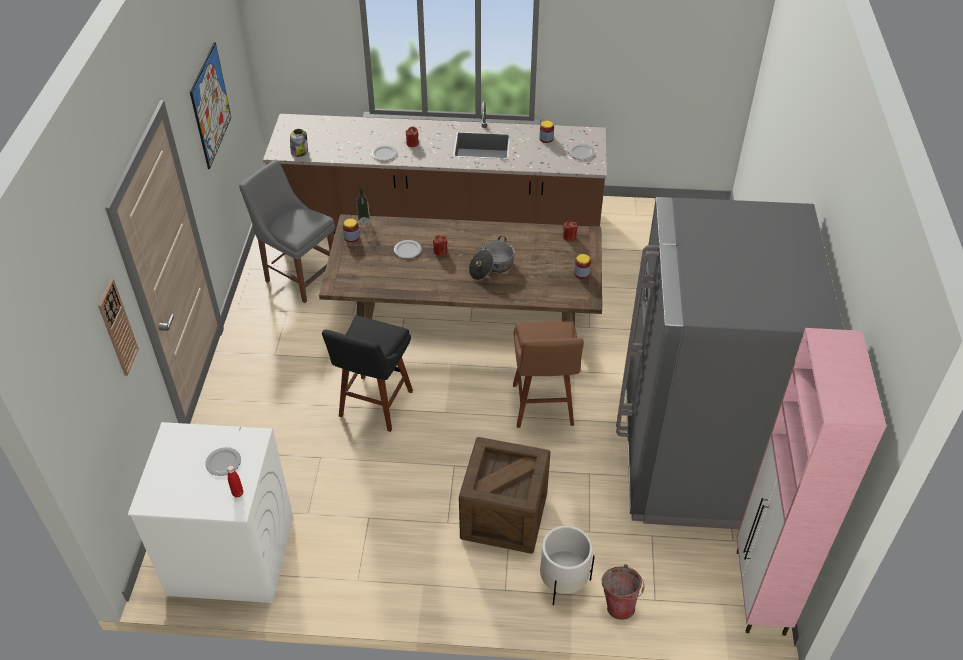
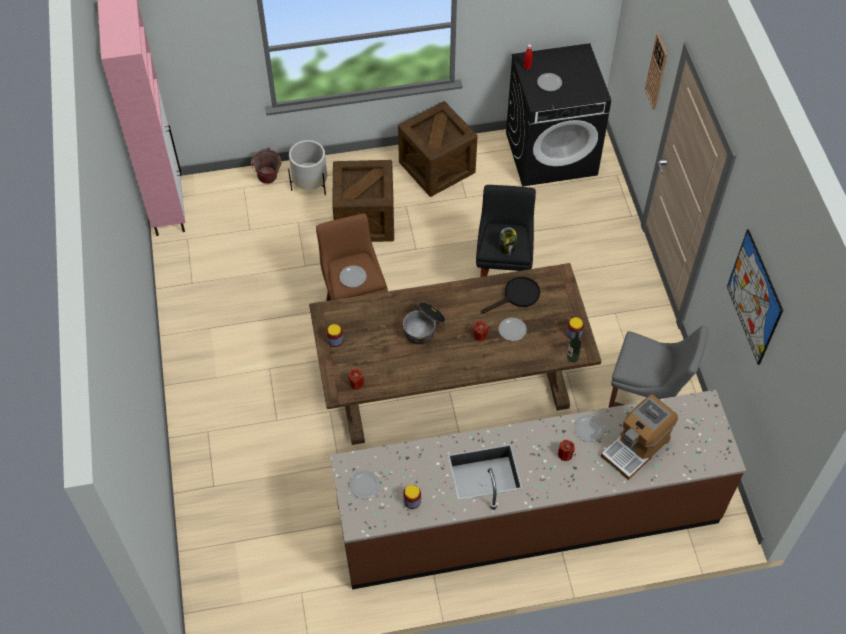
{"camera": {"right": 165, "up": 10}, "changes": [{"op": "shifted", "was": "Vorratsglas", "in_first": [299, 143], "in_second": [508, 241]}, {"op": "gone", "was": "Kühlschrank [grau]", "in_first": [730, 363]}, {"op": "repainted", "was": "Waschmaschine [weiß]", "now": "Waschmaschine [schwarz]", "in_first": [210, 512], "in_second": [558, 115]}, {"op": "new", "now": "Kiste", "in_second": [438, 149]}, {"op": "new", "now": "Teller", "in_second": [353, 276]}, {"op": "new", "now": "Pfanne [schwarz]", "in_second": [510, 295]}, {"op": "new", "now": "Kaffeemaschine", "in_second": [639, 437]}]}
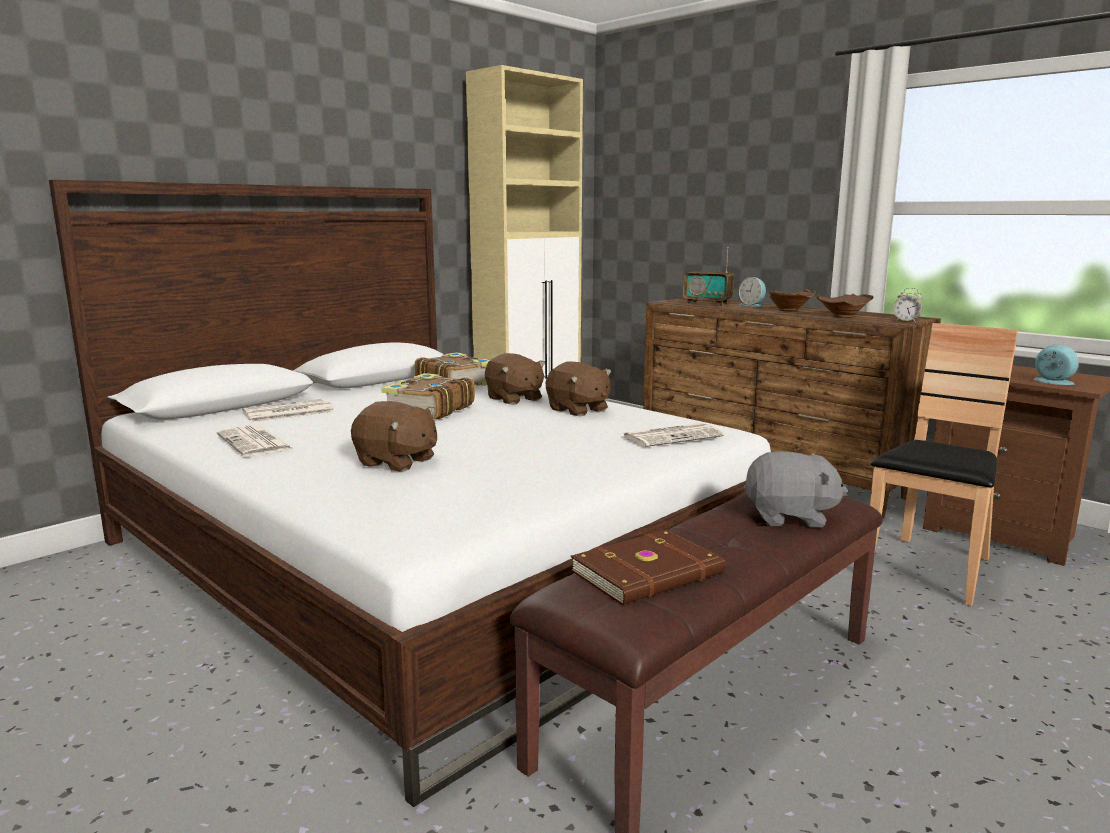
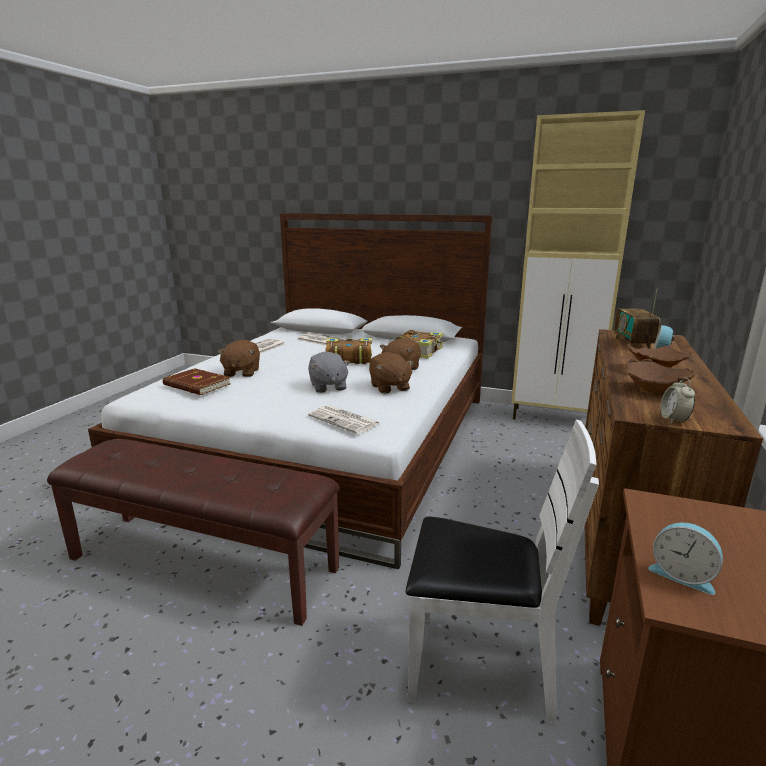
{"camera": {"right": 65, "up": 5}, "changes": [{"op": "repainted", "was": "Stuhl [braun]", "now": "Stuhl [weiß]", "in_first": [944, 464], "in_second": [502, 572]}, {"op": "rotated", "was": "Wecker", "in_first": [1056, 364], "in_second": [685, 558], "clockwise": 105}, {"op": "rotated", "was": "Plüschtier [braun]", "in_first": [579, 389], "in_second": [391, 373], "clockwise": -45}, {"op": "shifted", "was": "Plüschtier [grau]", "in_first": [795, 489], "in_second": [329, 372]}, {"op": "shifted", "was": "Buch [braun]", "in_first": [648, 567], "in_second": [197, 381]}]}
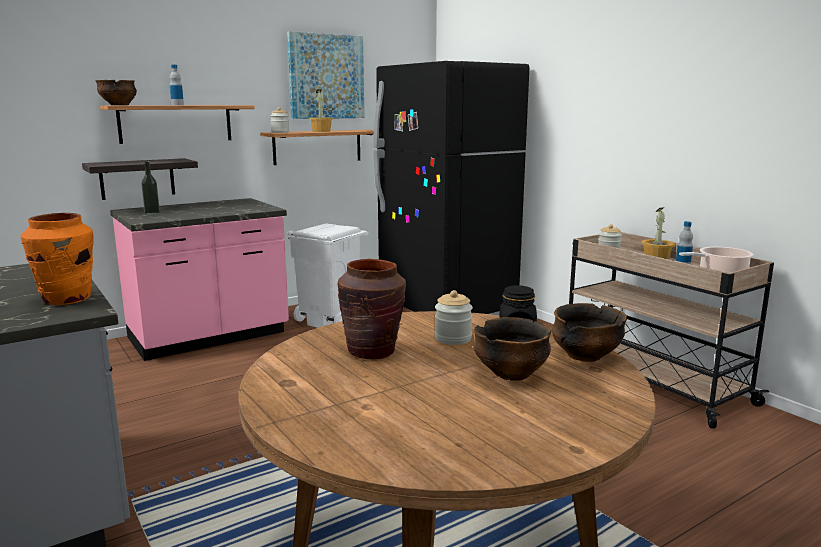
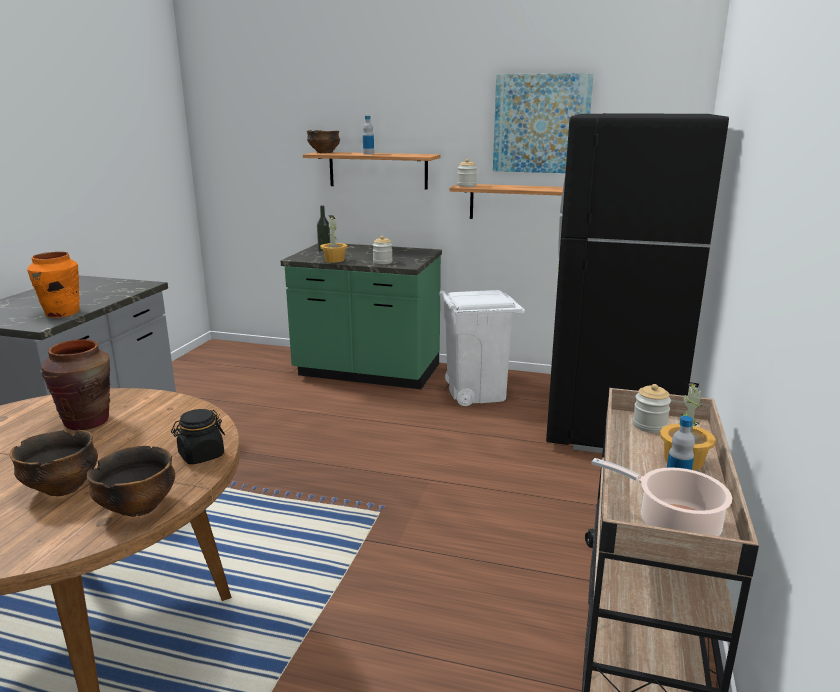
{"camera": {"right": 50, "up": 5}, "changes": [{"op": "shifted", "was": "Topfpflanze", "in_first": [321, 110], "in_second": [334, 239]}, {"op": "gone", "was": "Wandregal", "in_first": [140, 179]}, {"op": "repainted", "was": "Küchenzeile [rosa]", "now": "Küchenzeile [grün]", "in_first": [199, 279], "in_second": [361, 316]}, {"op": "shifted", "was": "Vorratsglas", "in_first": [454, 317], "in_second": [383, 250]}]}
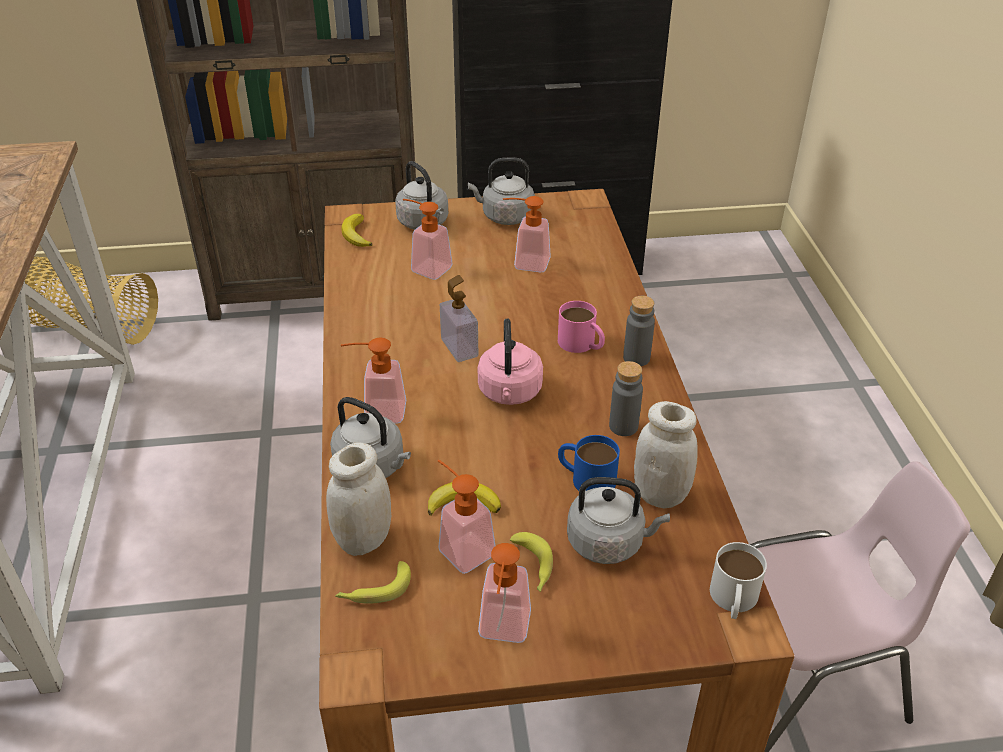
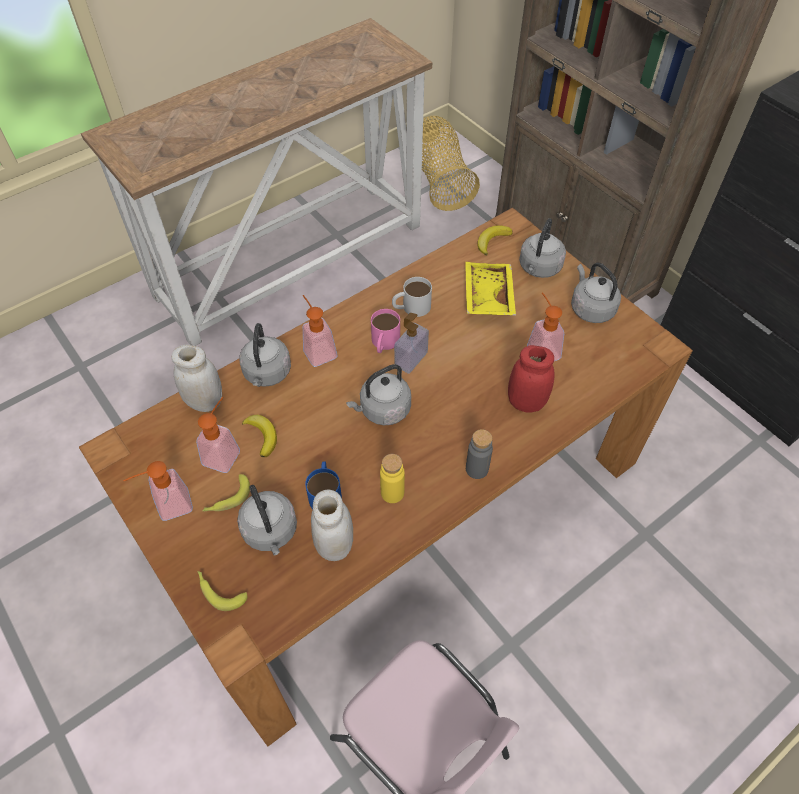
{"camera": {"right": 60, "up": 15}, "changes": [{"op": "swapped", "was": "Seifenspender", "now": "Tablett [gelb]", "in_first": [428, 239], "in_second": [490, 289]}, {"op": "shifted", "was": "Henkelbecher [rosa]", "in_first": [581, 327], "in_second": [385, 331]}, {"op": "repainted", "was": "Wasserkessel [rosa]", "now": "Wasserkessel [grau]", "in_first": [510, 362], "in_second": [378, 394]}, {"op": "repainted", "was": "Flasche [grau]", "now": "Flasche [gelb]", "in_first": [626, 398], "in_second": [392, 478]}, {"op": "shifted", "was": "Henkelbecher [weiß]", "in_first": [738, 580], "in_second": [412, 297]}, {"op": "shifted", "was": "Banane", "in_first": [373, 582], "in_second": [222, 591]}, {"op": "new", "now": "Vorratsglas [rot]", "in_second": [531, 379]}]}
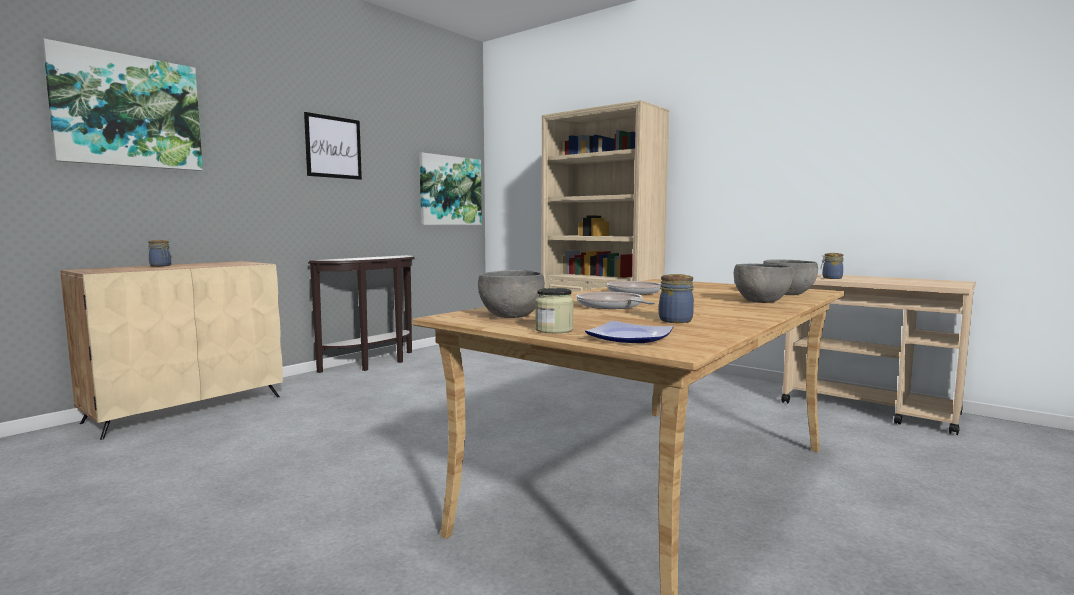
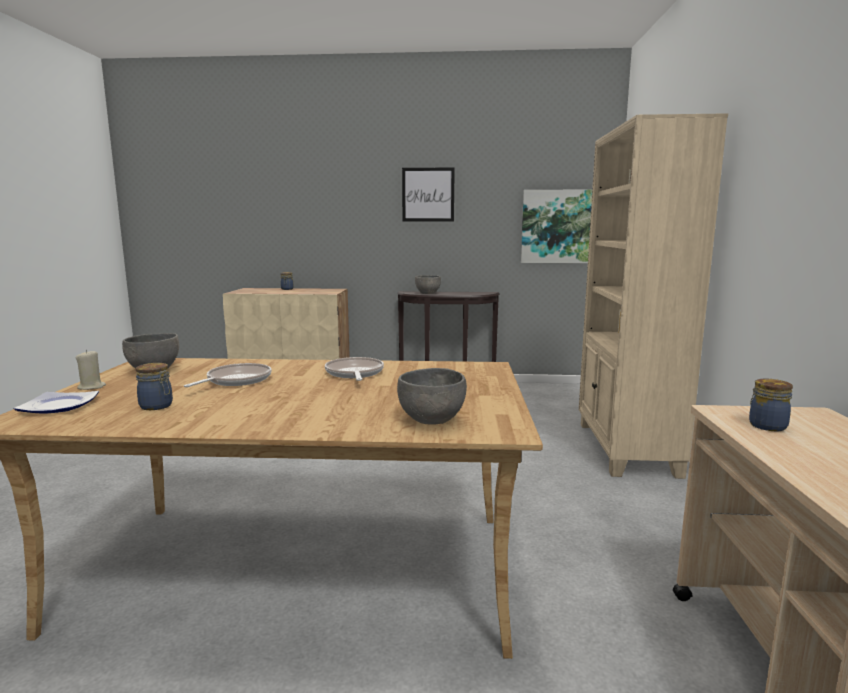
{"camera": {"right": 55, "up": 5}, "changes": [{"op": "gone", "was": "Bild", "in_first": [122, 105]}, {"op": "shifted", "was": "Schüssel [grau]", "in_first": [763, 283], "in_second": [428, 284]}, {"op": "swapped", "was": "Vorratsglas", "now": "Kerze [beige]", "in_first": [554, 310], "in_second": [91, 370]}]}
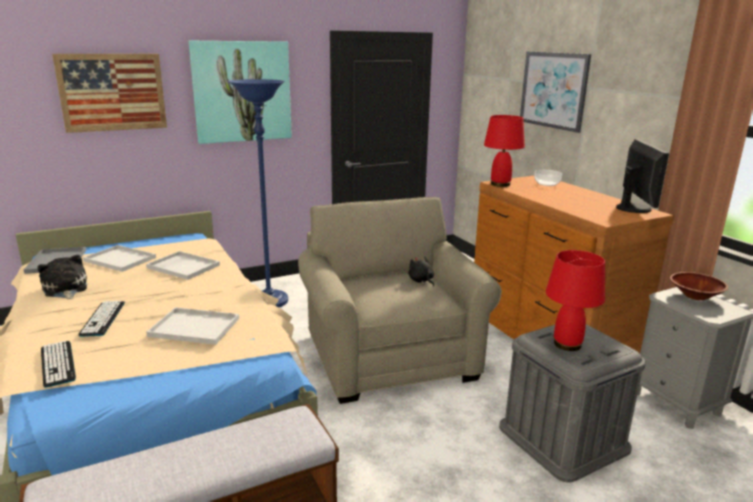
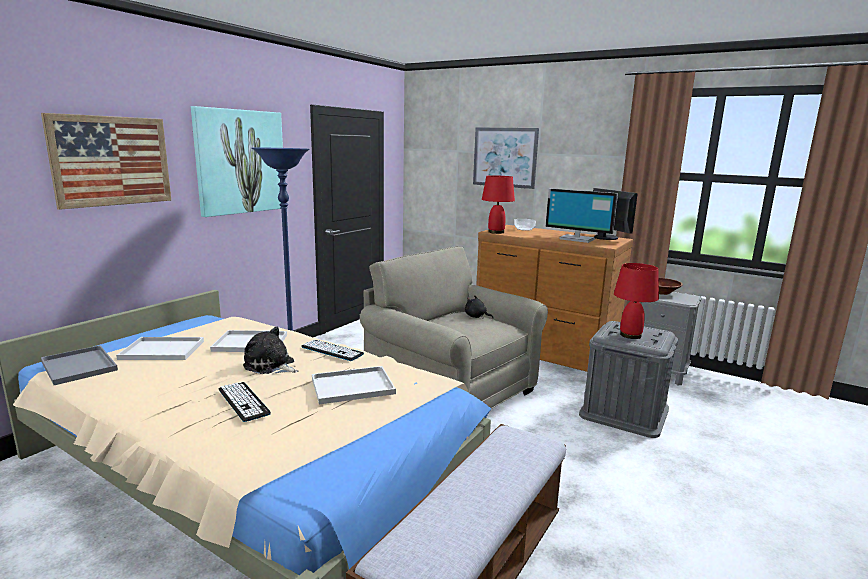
{"camera": {"right": -30, "up": -5}, "changes": [{"op": "shifted", "was": "Plüschtier", "in_first": [62, 276], "in_second": [270, 350]}, {"op": "shifted", "was": "Tastatur", "in_first": [58, 364], "in_second": [332, 350]}, {"op": "new", "now": "Monitor", "in_second": [582, 215]}]}
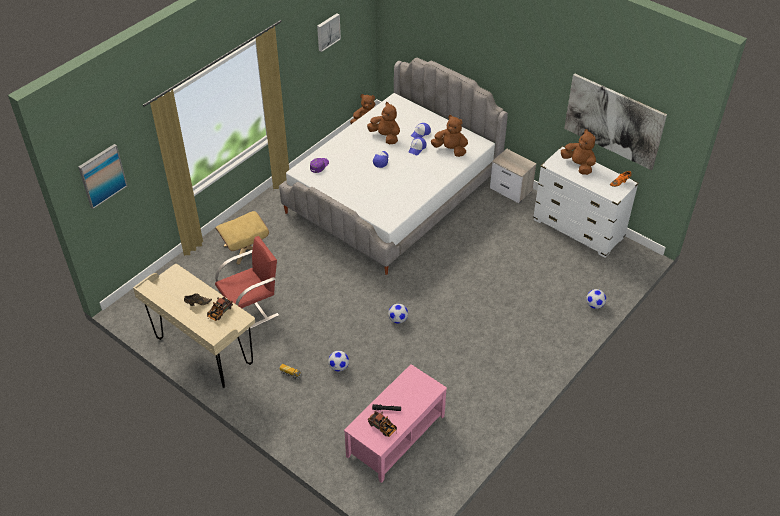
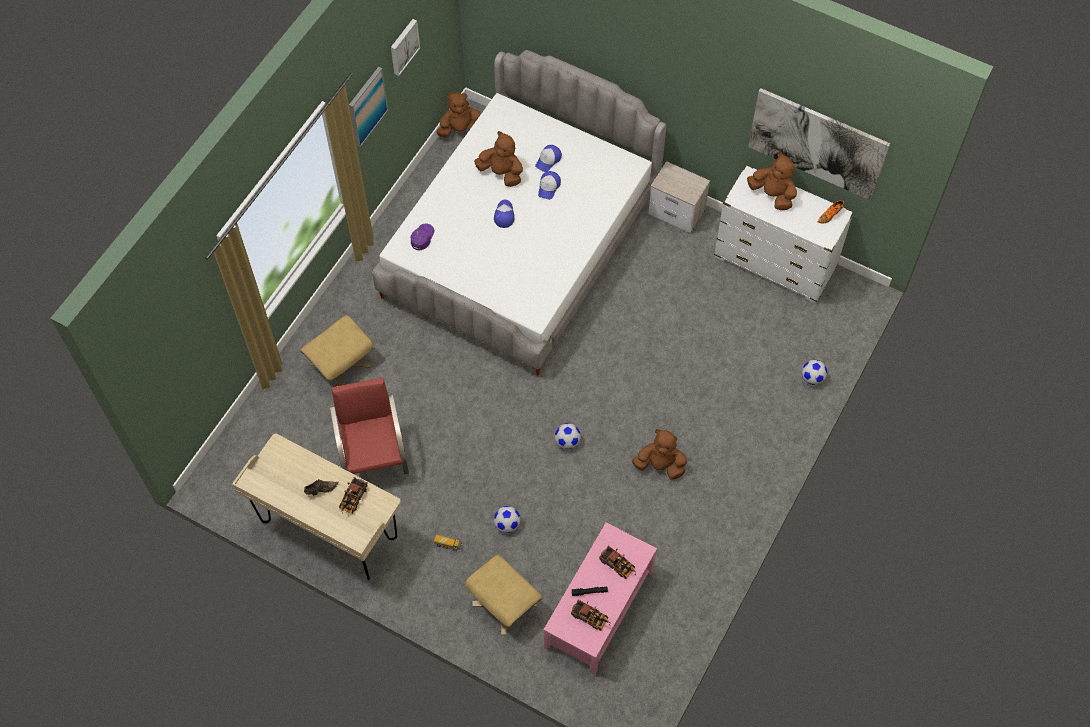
{"camera": {"right": -10, "up": 15}, "changes": [{"op": "shifted", "was": "Plüschtier [braun]", "in_first": [449, 136], "in_second": [659, 454]}, {"op": "shifted", "was": "Bild", "in_first": [102, 176], "in_second": [368, 107]}, {"op": "rotated", "was": "Stuhl [rot]", "in_first": [247, 283], "in_second": [369, 426], "clockwise": -60}, {"op": "new", "now": "Spielzeuglaster", "in_second": [617, 562]}, {"op": "new", "now": "Polsterhocker [beige]", "in_second": [503, 595]}]}
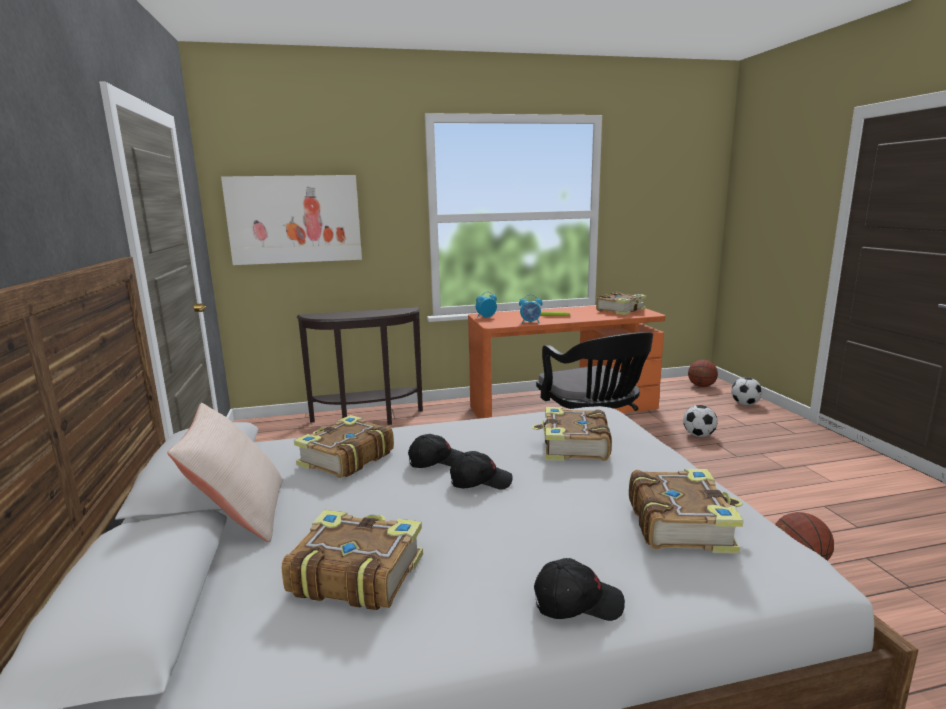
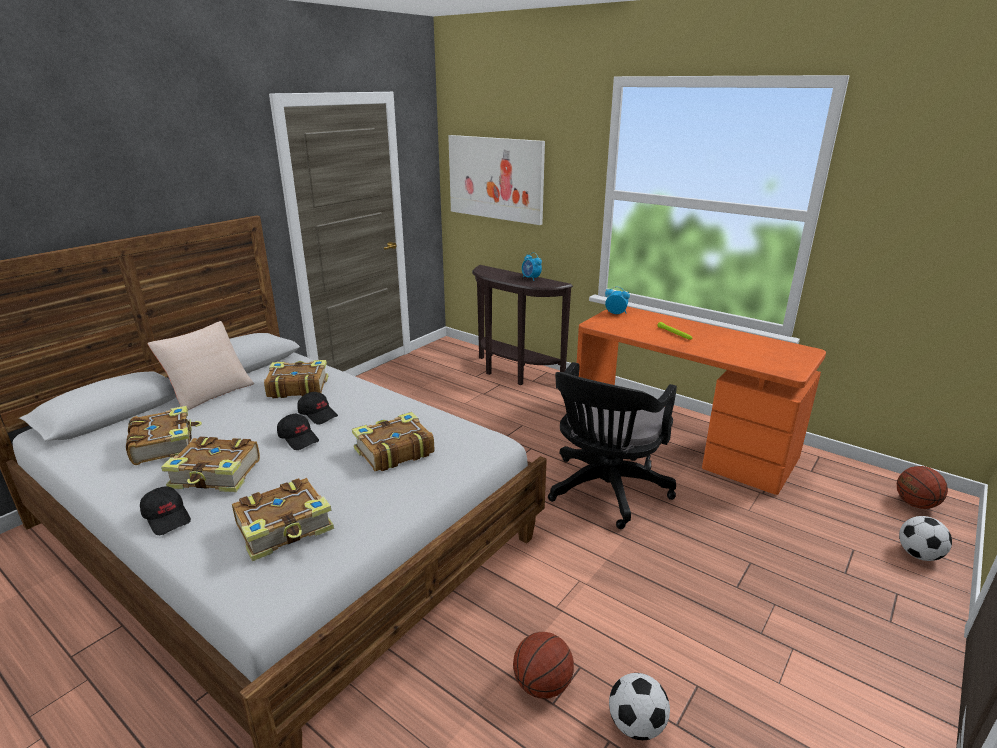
{"camera": {"right": 50, "up": 10}, "changes": [{"op": "shifted", "was": "Buch", "in_first": [621, 303], "in_second": [210, 464]}, {"op": "shifted", "was": "Wecker", "in_first": [531, 308], "in_second": [532, 266]}, {"op": "shifted", "was": "Fußball", "in_first": [700, 421], "in_second": [639, 706]}]}
